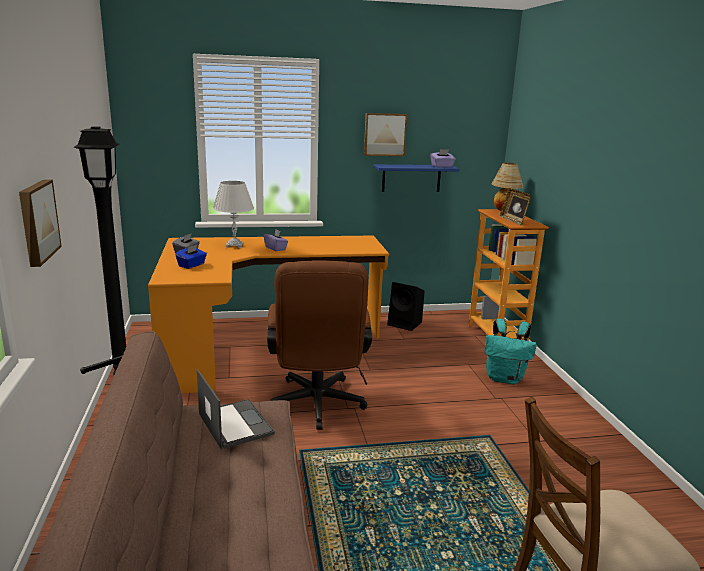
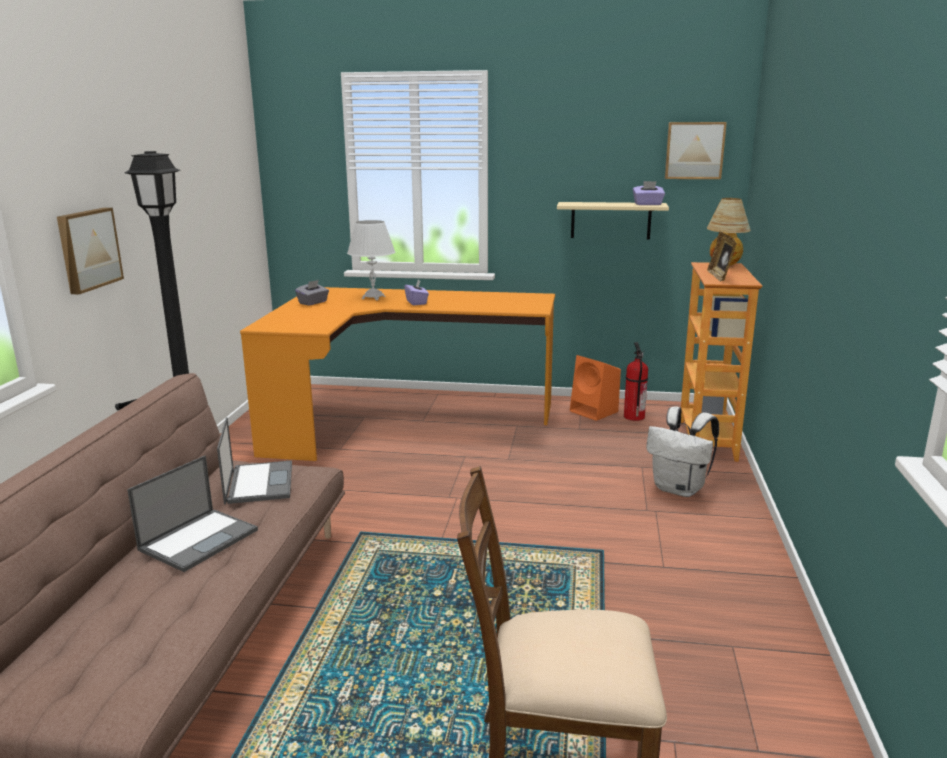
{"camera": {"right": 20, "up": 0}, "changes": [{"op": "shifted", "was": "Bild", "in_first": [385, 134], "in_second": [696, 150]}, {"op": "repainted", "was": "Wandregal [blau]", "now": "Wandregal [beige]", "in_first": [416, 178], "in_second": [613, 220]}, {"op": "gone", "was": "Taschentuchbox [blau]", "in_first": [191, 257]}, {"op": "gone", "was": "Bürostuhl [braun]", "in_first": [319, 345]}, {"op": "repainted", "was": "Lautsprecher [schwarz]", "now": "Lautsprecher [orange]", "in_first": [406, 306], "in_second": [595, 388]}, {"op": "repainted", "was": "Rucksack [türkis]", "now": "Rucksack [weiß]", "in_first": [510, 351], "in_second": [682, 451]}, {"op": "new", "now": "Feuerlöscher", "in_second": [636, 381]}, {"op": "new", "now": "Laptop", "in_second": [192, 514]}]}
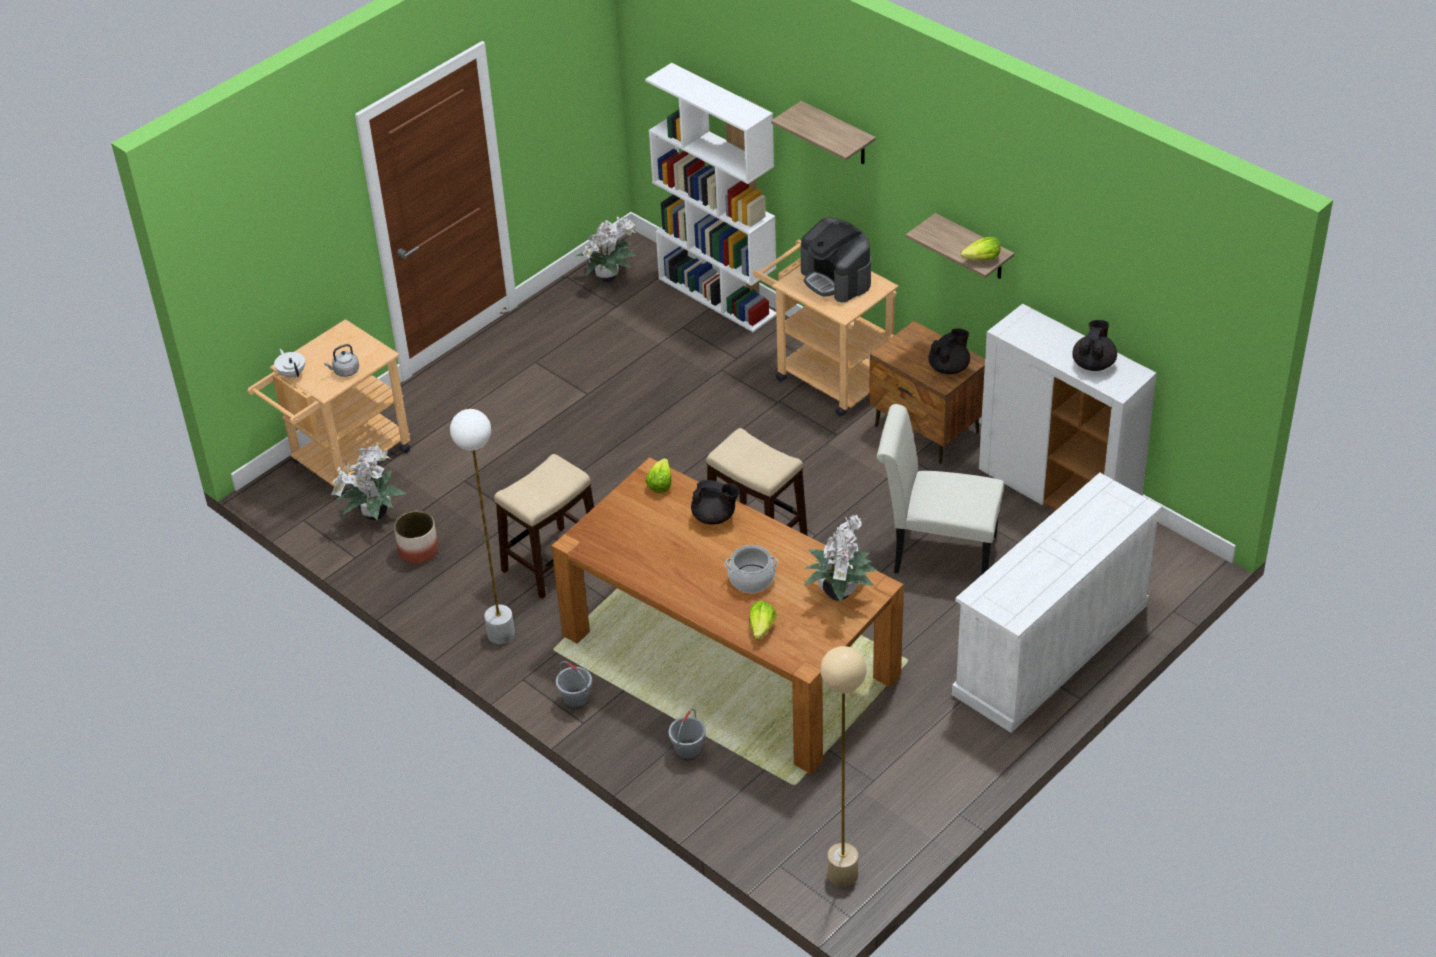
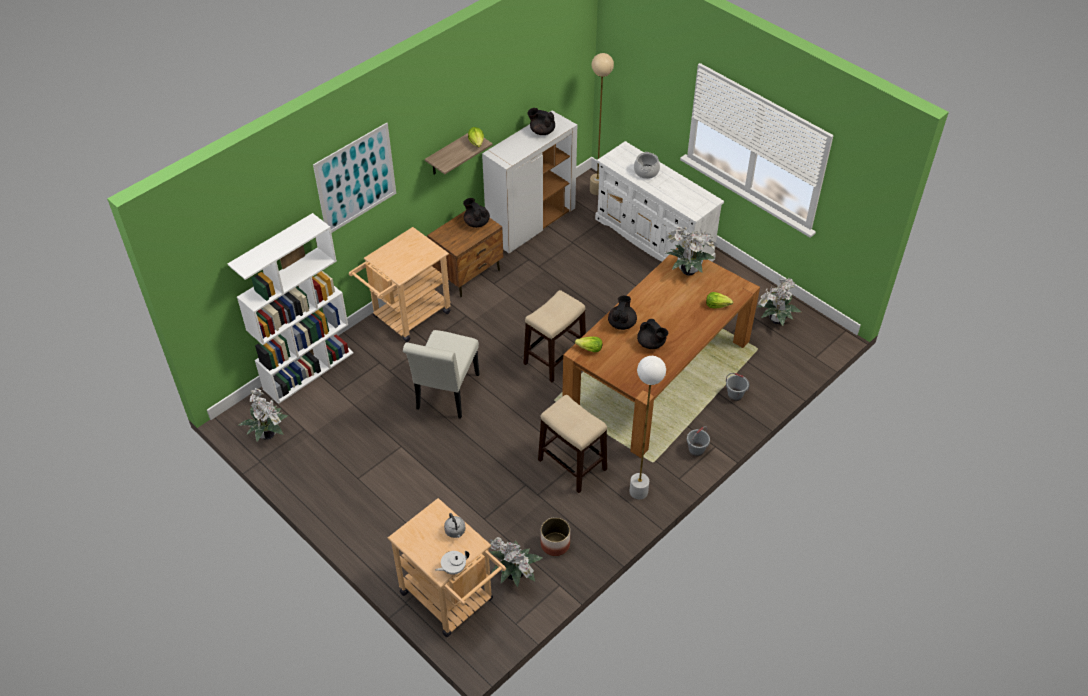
{"camera": {"right": -90, "up": 5}, "changes": [{"op": "swapped", "was": "Wandregal", "now": "Bild", "in_first": [823, 132], "in_second": [354, 178]}, {"op": "gone", "was": "Kaffeemaschine", "in_first": [836, 260]}, {"op": "shifted", "was": "Stuhl [weiß]", "in_first": [940, 489], "in_second": [441, 374]}, {"op": "shifted", "was": "Kochtopf", "in_first": [751, 569], "in_second": [647, 165]}, {"op": "shifted", "was": "Stehlampe [beige]", "in_first": [844, 766], "in_second": [602, 124]}, {"op": "new", "now": "Topfpflanze", "in_second": [779, 302]}, {"op": "new", "now": "Teekanne [schwarz]", "in_second": [652, 334]}]}
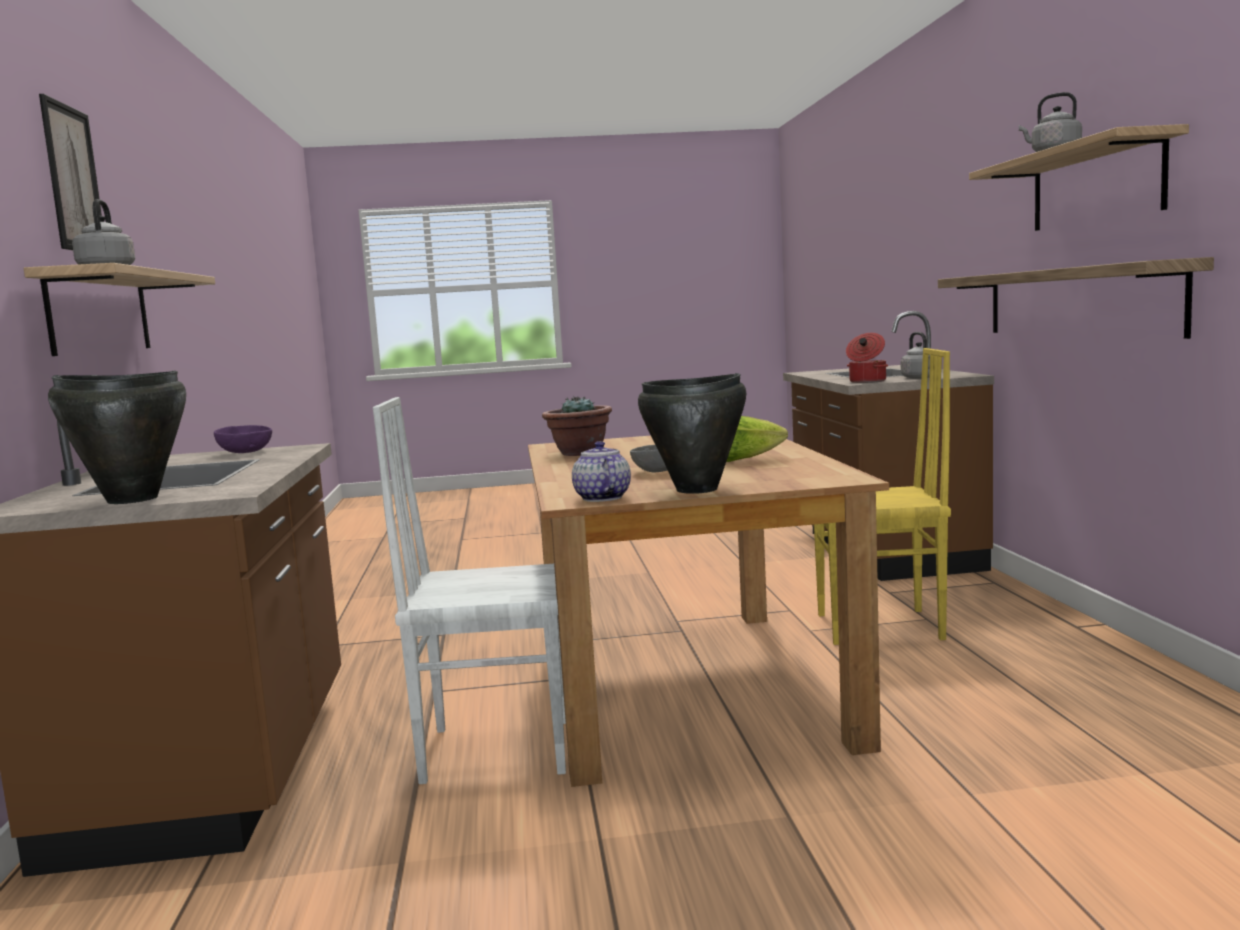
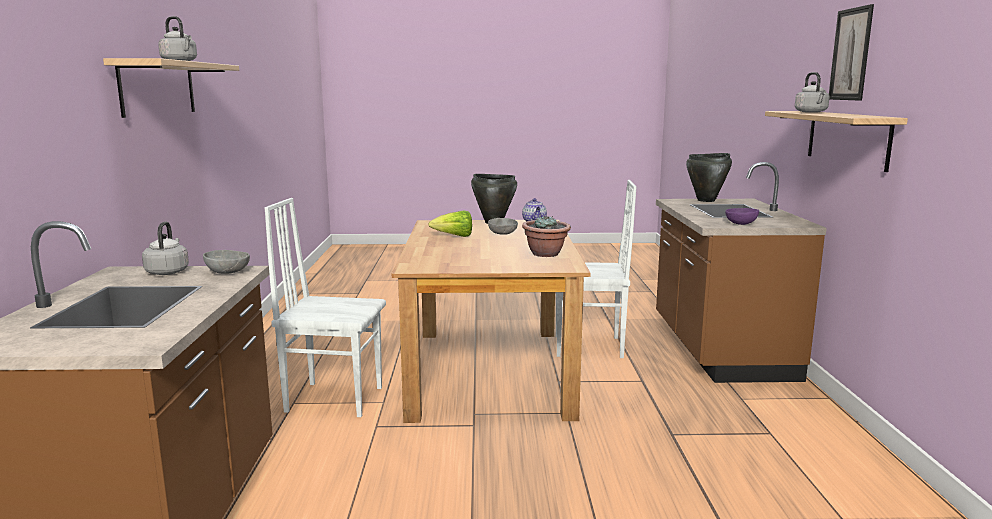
{"camera": {"right": -175, "up": 5}, "changes": [{"op": "gone", "was": "Wandregal", "in_first": [1076, 298]}, {"op": "swapped", "was": "Kochtopf", "now": "Schüssel [grau]", "in_first": [867, 358], "in_second": [226, 262]}, {"op": "repainted", "was": "Stuhl [gelb]", "now": "Stuhl [weiß]", "in_first": [882, 496], "in_second": [325, 307]}]}
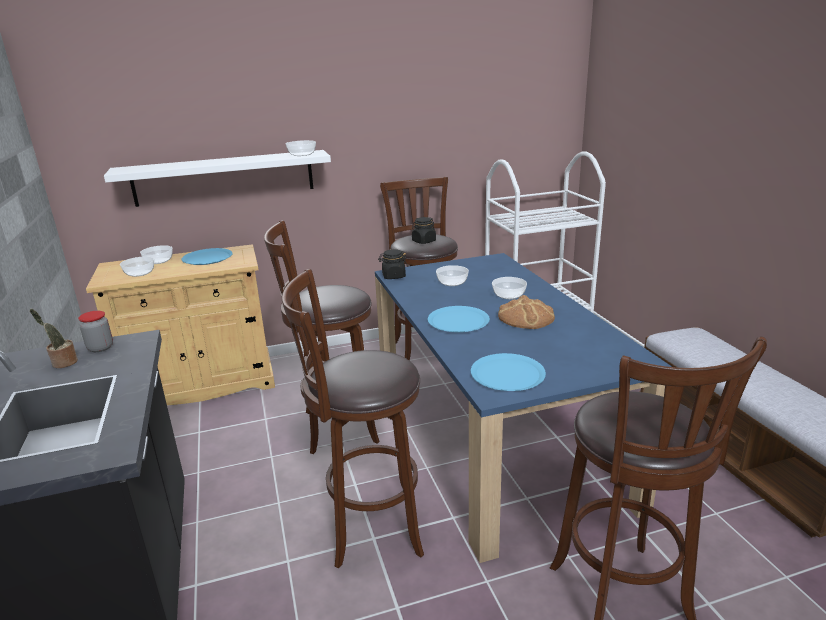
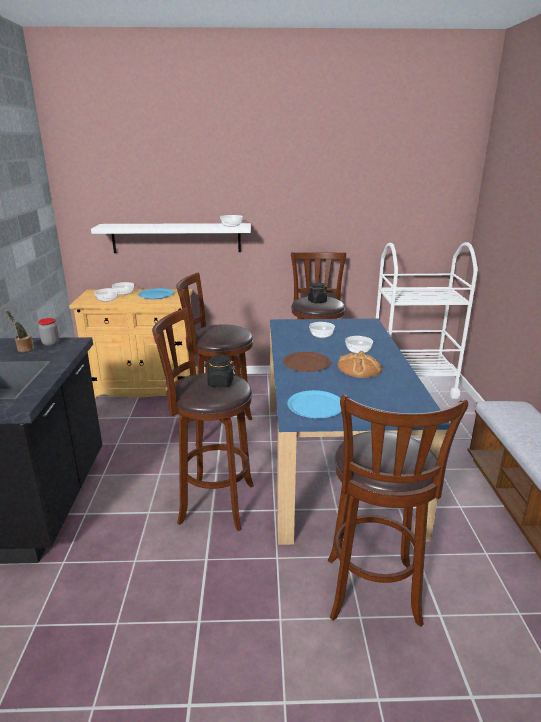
{"camera": {"right": 15, "up": 0}, "changes": [{"op": "shifted", "was": "Vorratsglas [schwarz]", "in_first": [393, 264], "in_second": [220, 371]}, {"op": "repainted", "was": "Teller [blau]", "now": "Teller [braun]", "in_first": [459, 319], "in_second": [307, 362]}]}
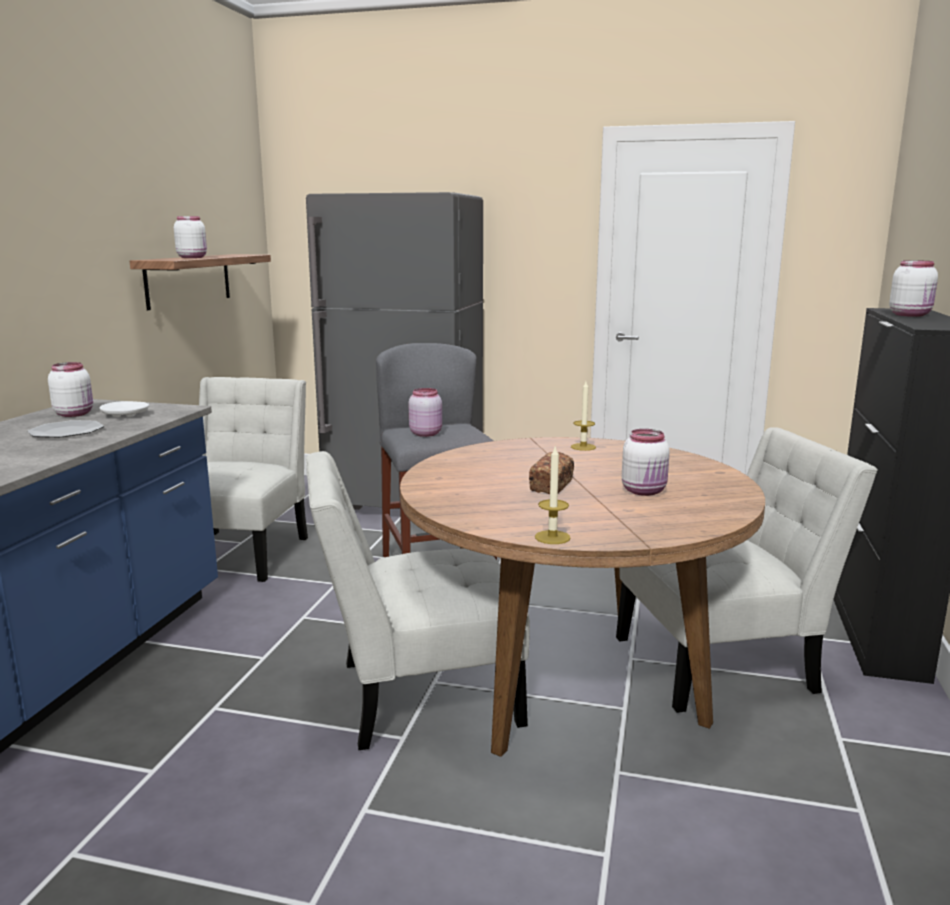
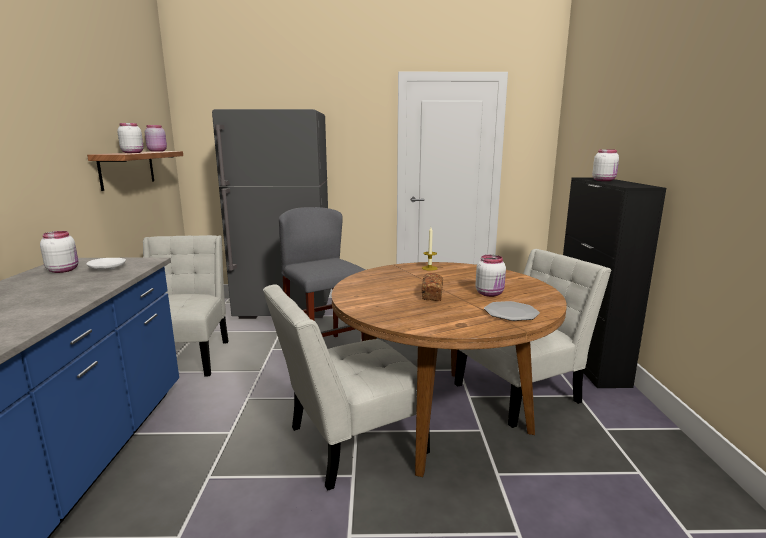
{"camera": {"right": -15, "up": 0}, "changes": [{"op": "shifted", "was": "Vorratsglas [rosa]", "in_first": [425, 412], "in_second": [156, 138]}, {"op": "shifted", "was": "Teller", "in_first": [65, 429], "in_second": [512, 311]}, {"op": "gone", "was": "Kerze", "in_first": [553, 495]}]}
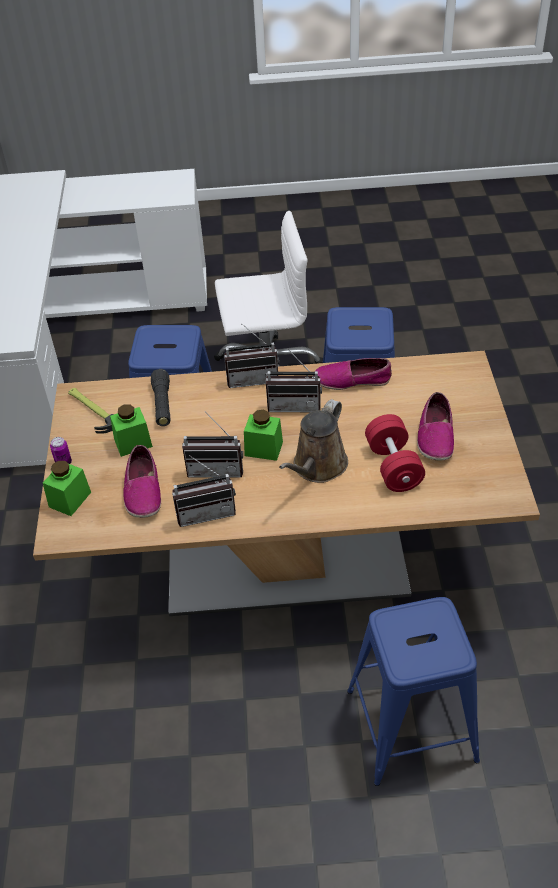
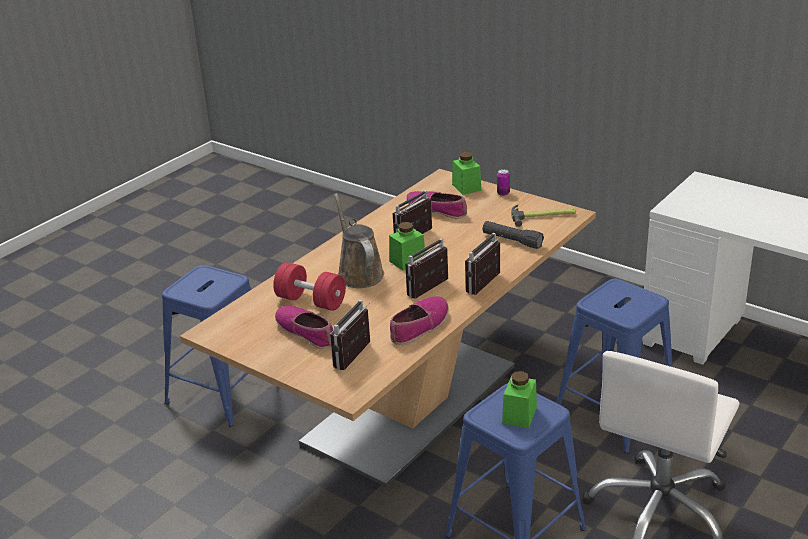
{"camera": {"right": 130, "up": -15}, "changes": [{"op": "shifted", "was": "Vorratsglas [grün]", "in_first": [131, 430], "in_second": [519, 399]}, {"op": "shifted", "was": "Radio", "in_first": [204, 491], "in_second": [350, 335]}]}
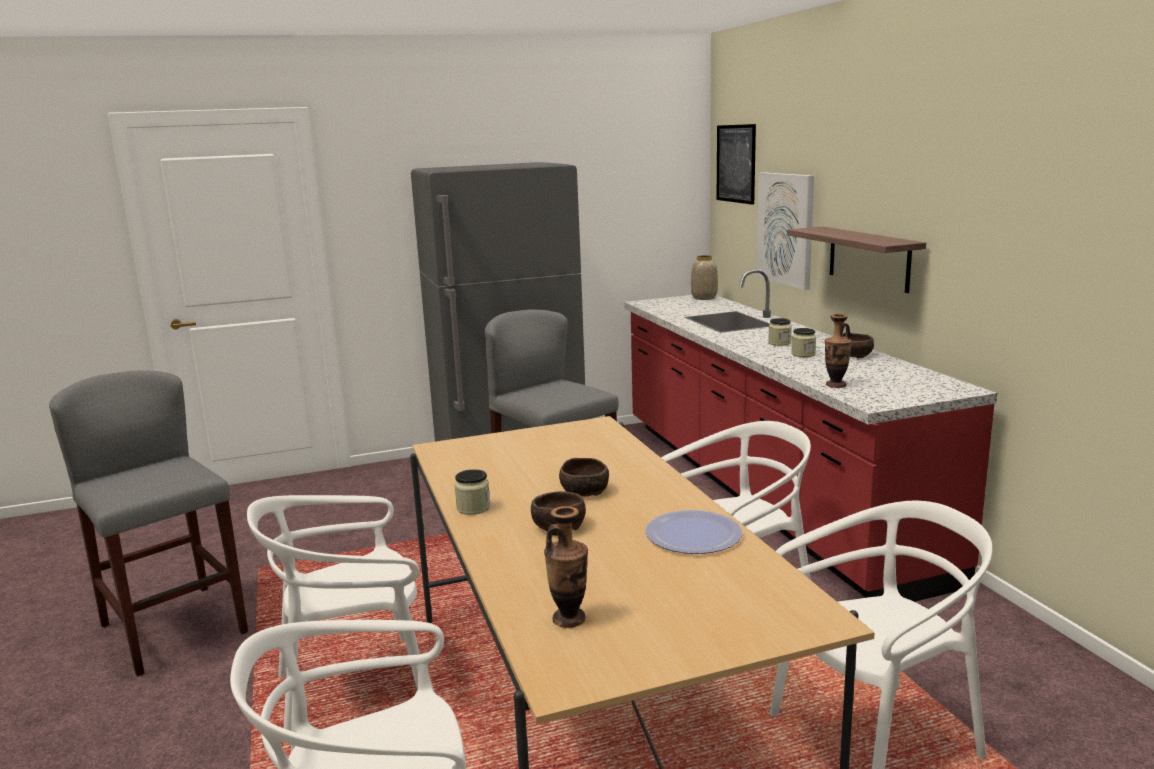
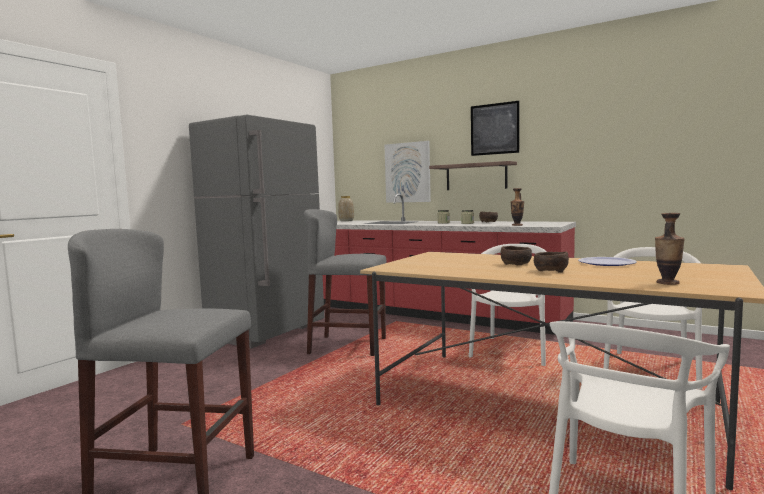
{"camera": {"right": -40, "up": -10}, "changes": [{"op": "shifted", "was": "Bild", "in_first": [736, 164], "in_second": [495, 128]}, {"op": "gone", "was": "Vorratsglas", "in_first": [472, 492]}, {"op": "gone", "was": "Stuhl [weiß]", "in_first": [333, 613]}]}
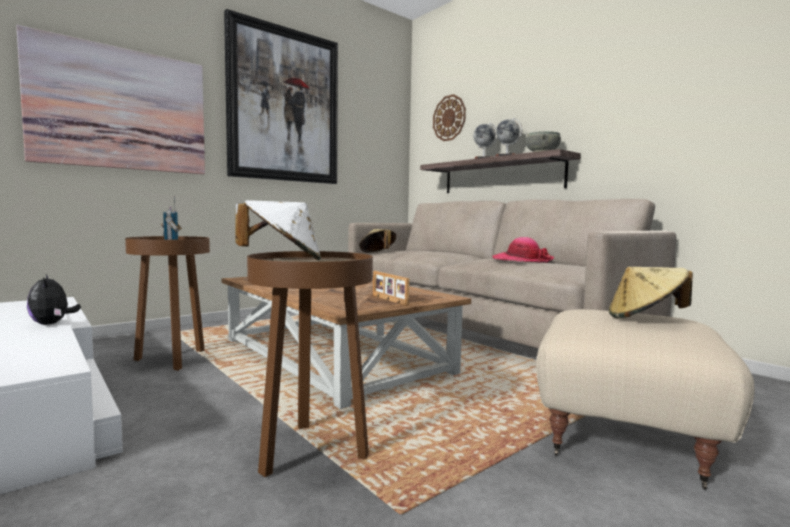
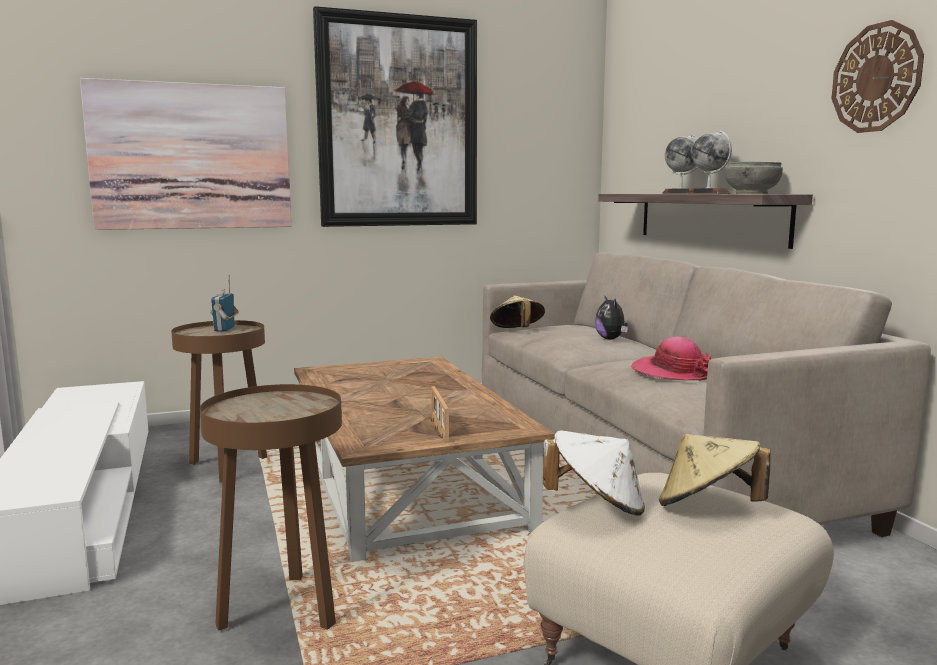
{"camera": {"right": 20, "up": 5}, "changes": [{"op": "shifted", "was": "Wanduhr", "in_first": [449, 117], "in_second": [877, 76]}, {"op": "shifted", "was": "Hut [weiß]", "in_first": [278, 230], "in_second": [594, 473]}, {"op": "shifted", "was": "Plüschtier", "in_first": [54, 299], "in_second": [611, 317]}]}
